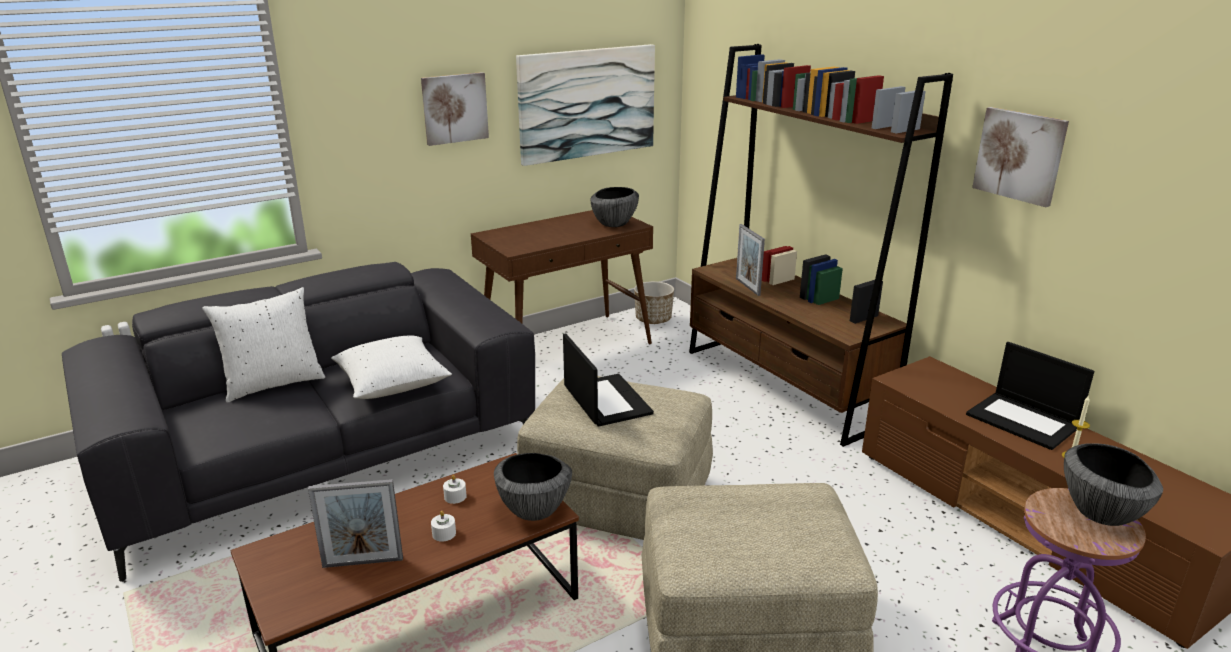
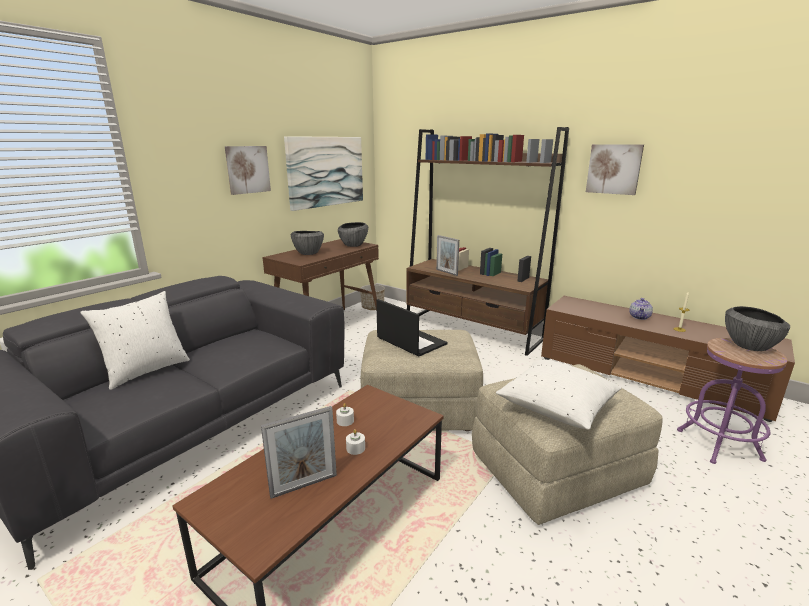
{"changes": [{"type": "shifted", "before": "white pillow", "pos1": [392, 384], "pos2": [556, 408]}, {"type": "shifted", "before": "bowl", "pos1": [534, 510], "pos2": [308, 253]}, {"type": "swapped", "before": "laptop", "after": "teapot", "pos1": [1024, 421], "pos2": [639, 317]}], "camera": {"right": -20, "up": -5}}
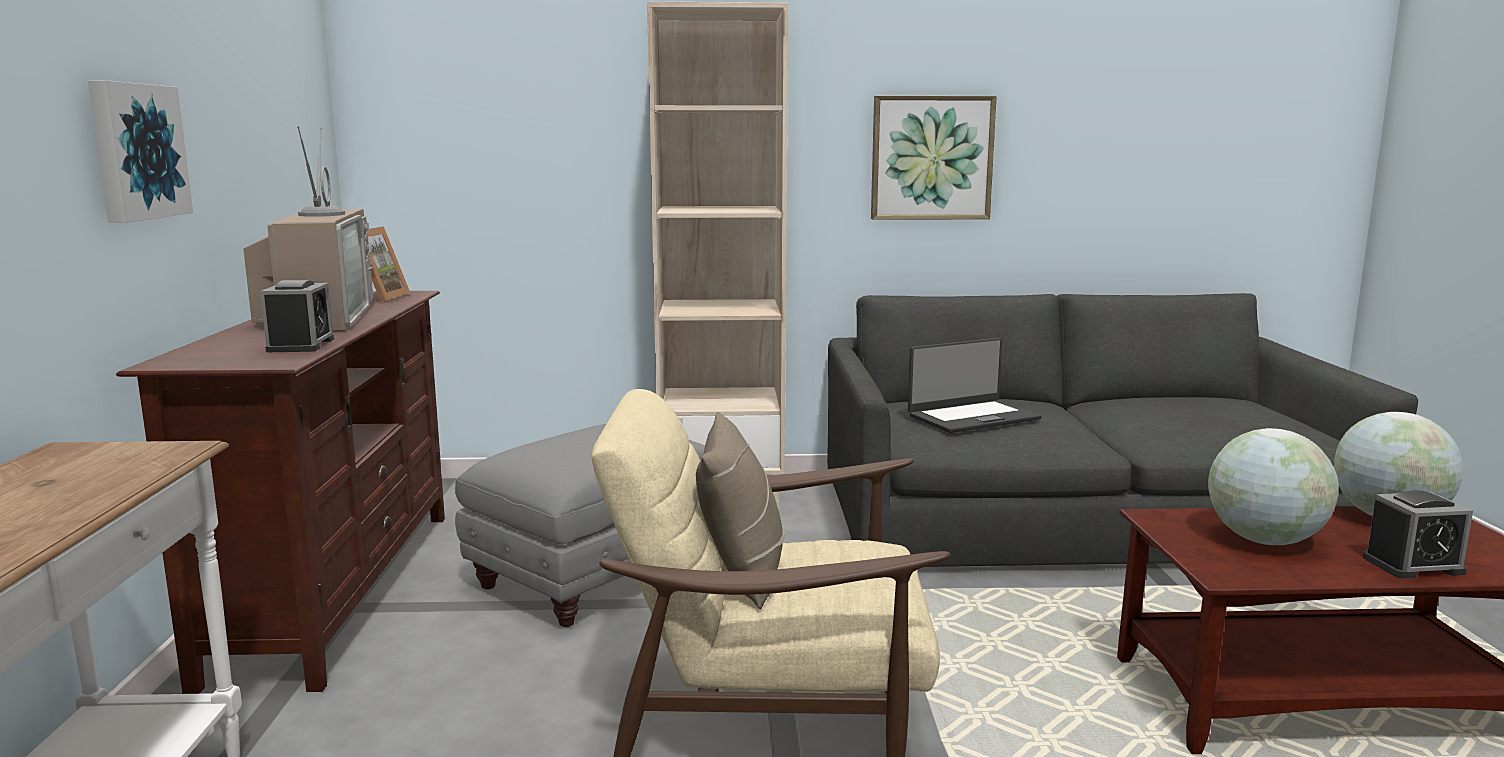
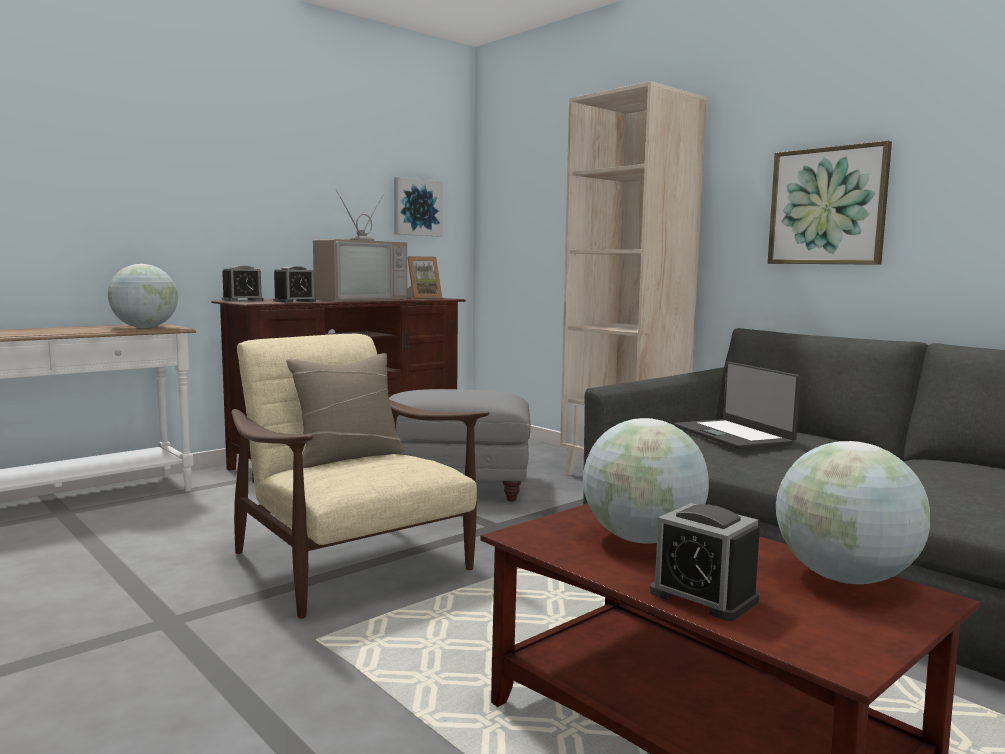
{"changes": [{"type": "shifted", "before": "picture", "pos1": [136, 151], "pos2": [416, 207]}, {"type": "rotated", "before": "laptop", "pos1": [972, 417], "pos2": [733, 435], "turn": 45}, {"type": "new", "after": "globe", "pos2": [144, 328]}, {"type": "new", "after": "alarm clock", "pos2": [242, 300]}], "camera": {"right": 50, "up": -5}}
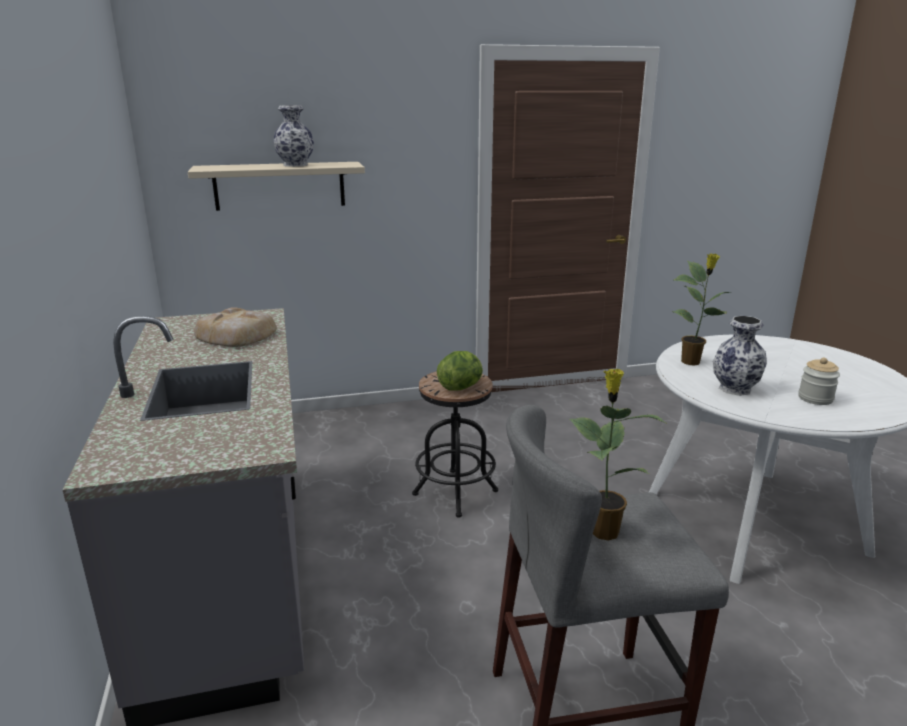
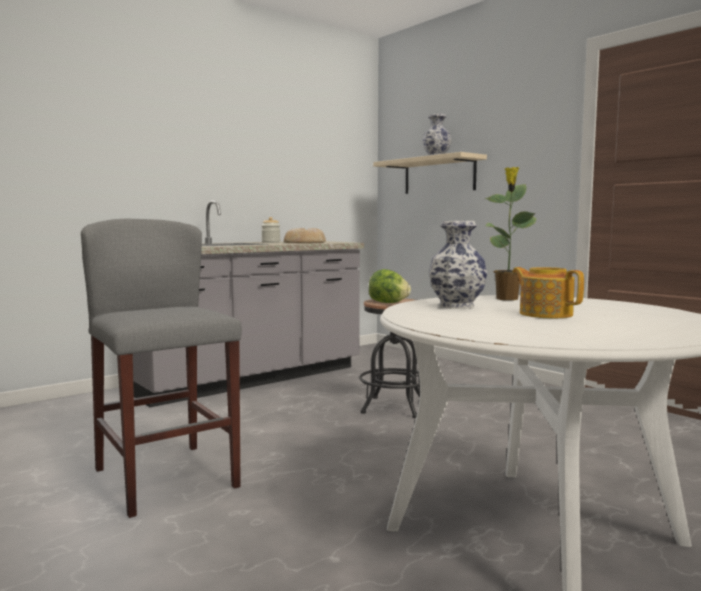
{"changes": [{"type": "gone", "before": "potted plant", "pos1": [603, 530]}, {"type": "shifted", "before": "jar", "pos1": [815, 398], "pos2": [271, 242]}, {"type": "new", "after": "teapot", "pos2": [545, 314]}], "camera": {"right": 65, "up": -15}}
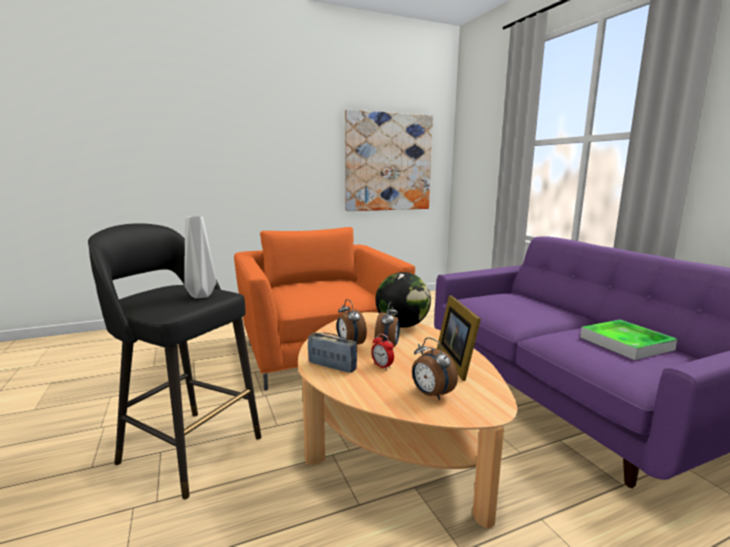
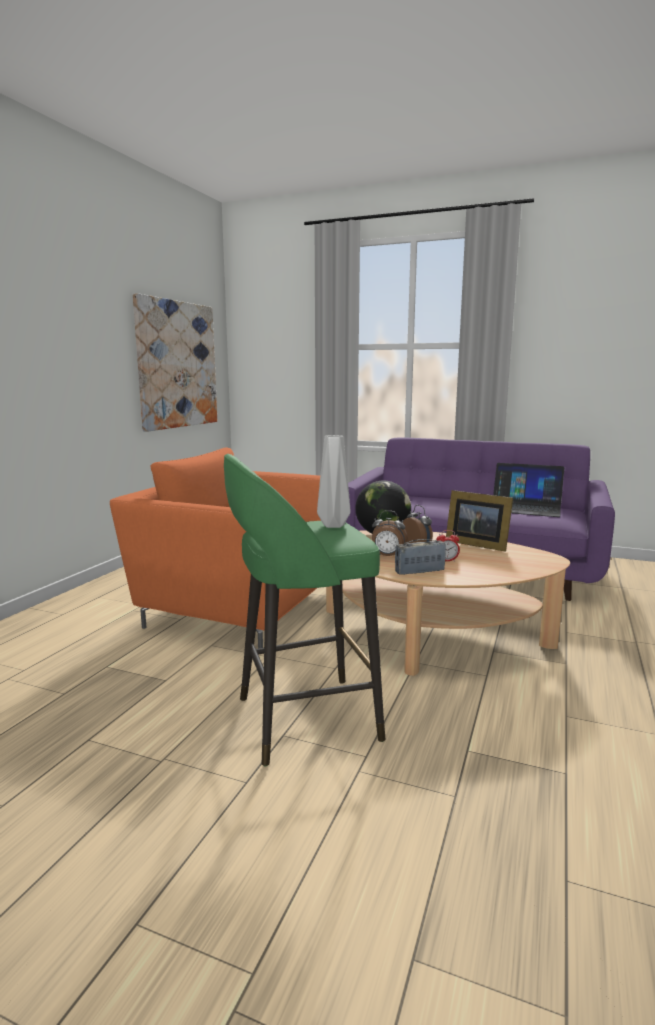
{"changes": [{"type": "repainted", "before": "black stool", "after": "green stool", "pos1": [188, 449], "pos2": [303, 719]}, {"type": "gone", "before": "alarm clock", "pos1": [431, 394]}, {"type": "swapped", "before": "tray", "after": "laptop", "pos1": [626, 343], "pos2": [525, 507]}], "camera": {"right": -45, "up": 0}}
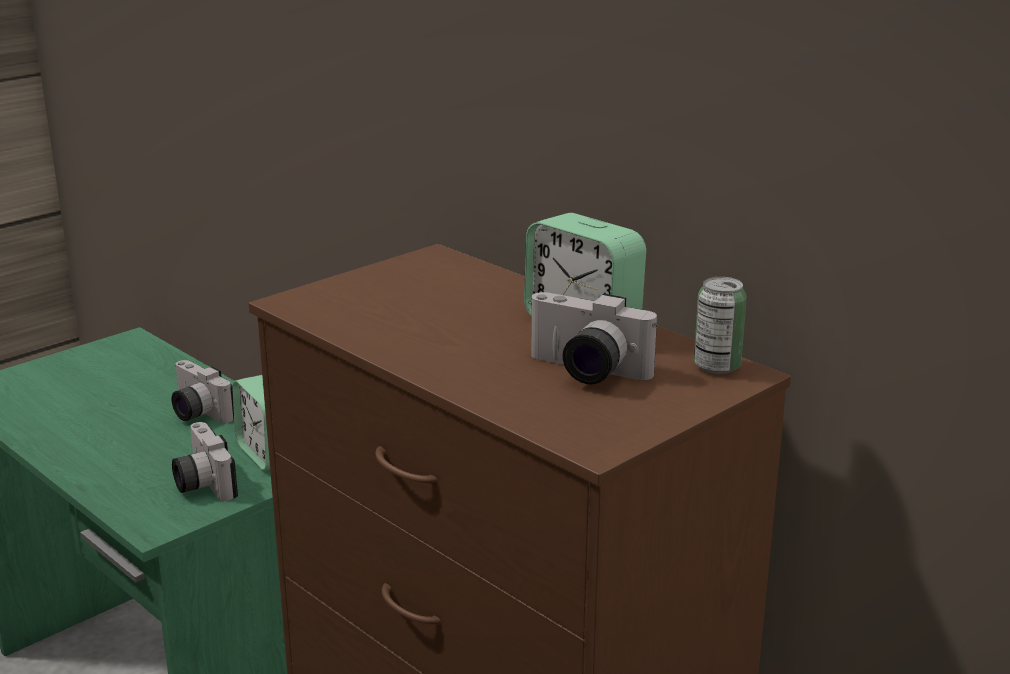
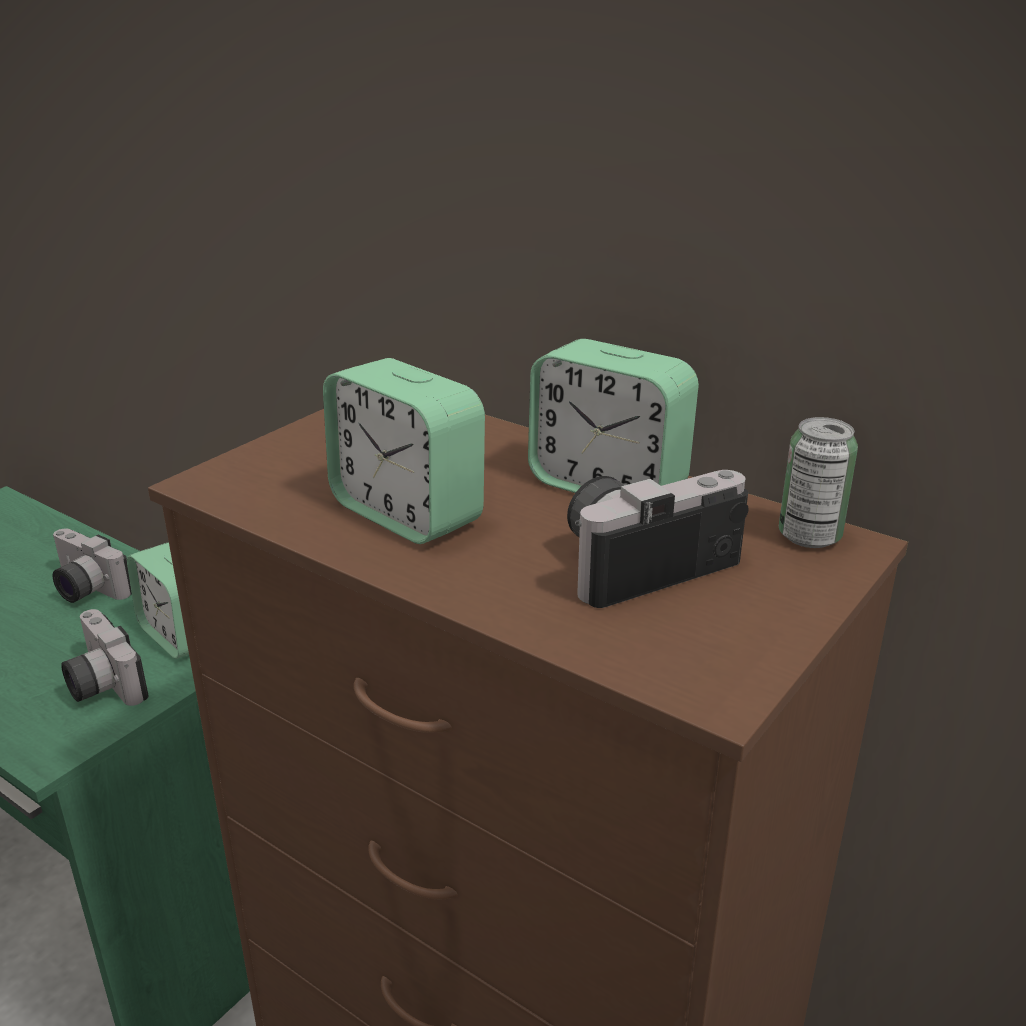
{"changes": [{"type": "rotated", "before": "photo camera", "pos1": [583, 372], "pos2": [642, 562], "turn": 135}, {"type": "new", "after": "alarm clock", "pos2": [407, 513]}], "camera": {"right": -10, "up": 5}}
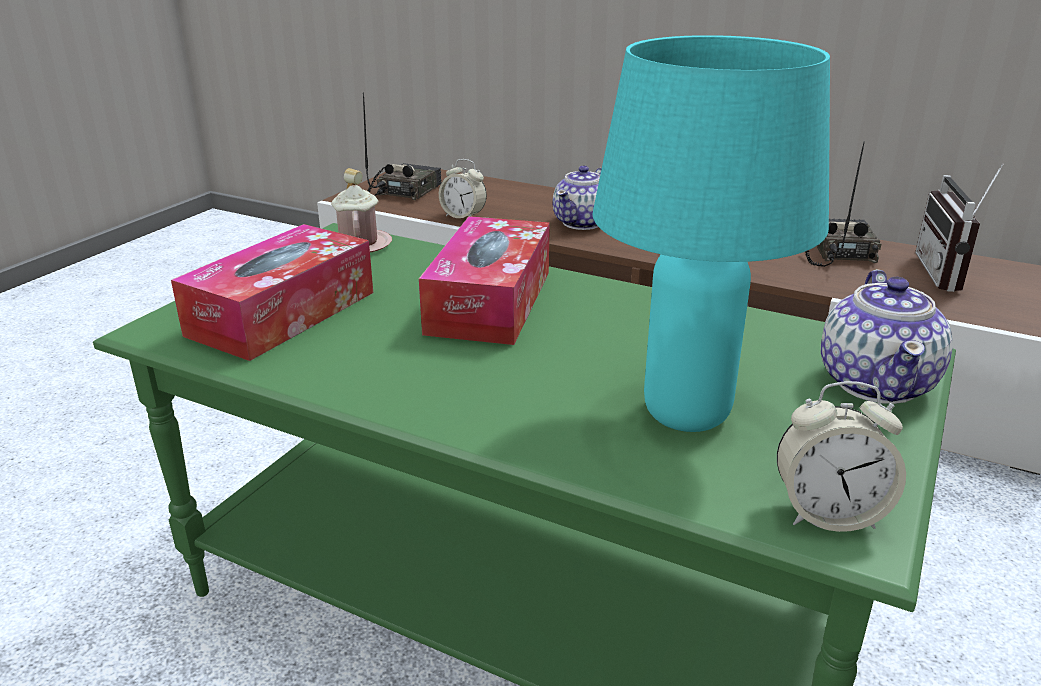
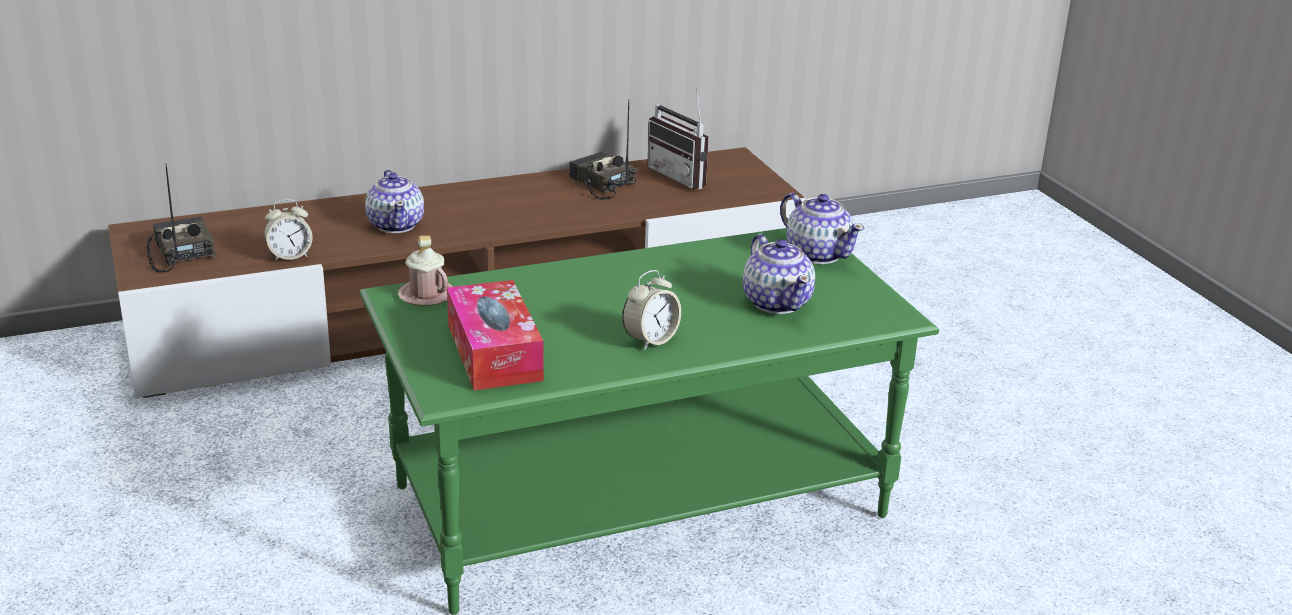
{"changes": [{"type": "gone", "before": "tissue box", "pos1": [490, 301]}, {"type": "swapped", "before": "turquoise table lamp", "after": "teapot", "pos1": [689, 413], "pos2": [777, 302]}, {"type": "shifted", "before": "alarm clock", "pos1": [828, 514], "pos2": [650, 340]}], "camera": {"right": -50, "up": 0}}
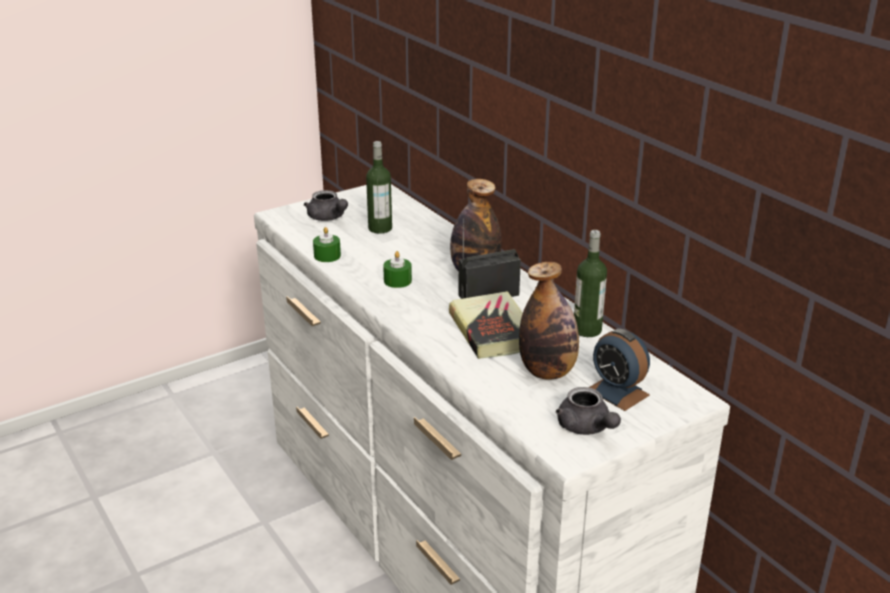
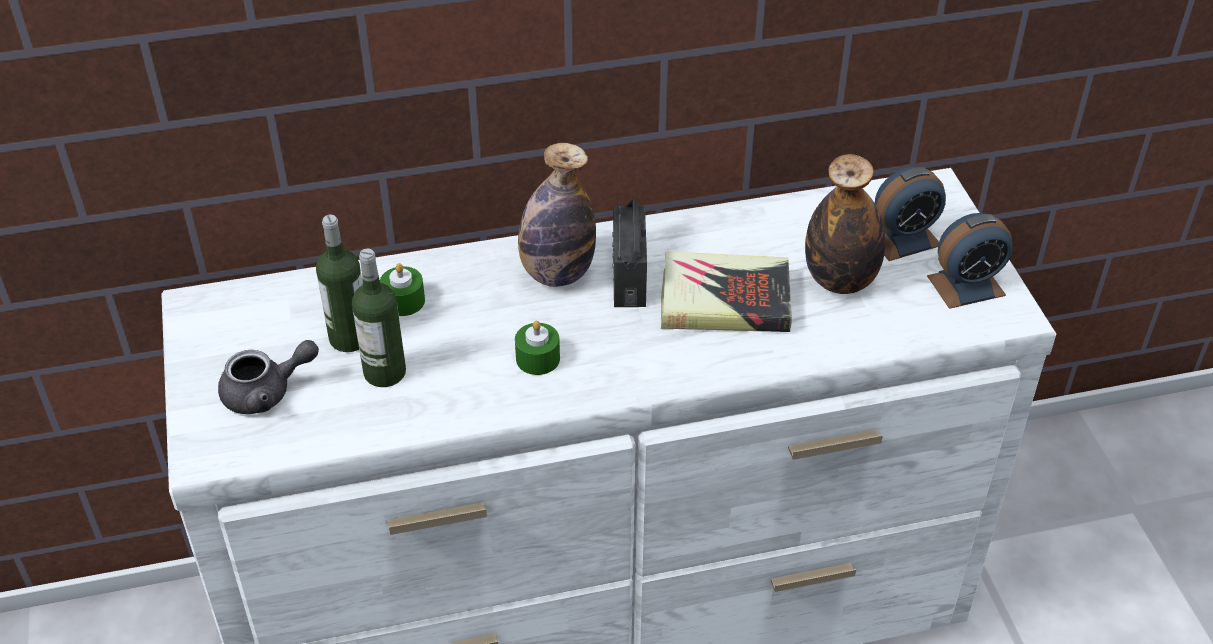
{"changes": [{"type": "shifted", "before": "green candle", "pos1": [327, 256], "pos2": [403, 301]}, {"type": "swapped", "before": "grey teapot", "after": "alarm clock", "pos1": [586, 428], "pos2": [966, 285]}, {"type": "shifted", "before": "bottle", "pos1": [587, 330], "pos2": [385, 372]}], "camera": {"right": -70, "up": 15}}
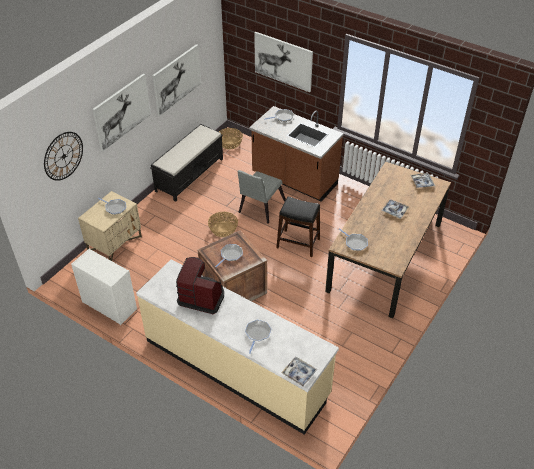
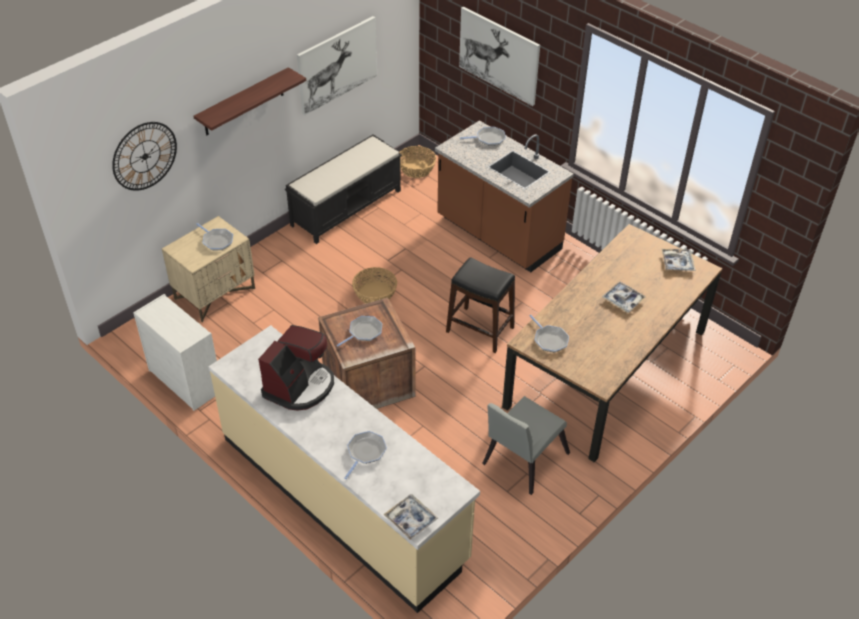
{"changes": [{"type": "swapped", "before": "picture", "after": "shelf", "pos1": [122, 111], "pos2": [243, 102]}, {"type": "rotated", "before": "coffee machine", "pos1": [202, 297], "pos2": [300, 386], "turn": 90}, {"type": "shifted", "before": "grey chair", "pos1": [260, 208], "pos2": [521, 461]}], "camera": {"right": 10, "up": 0}}
